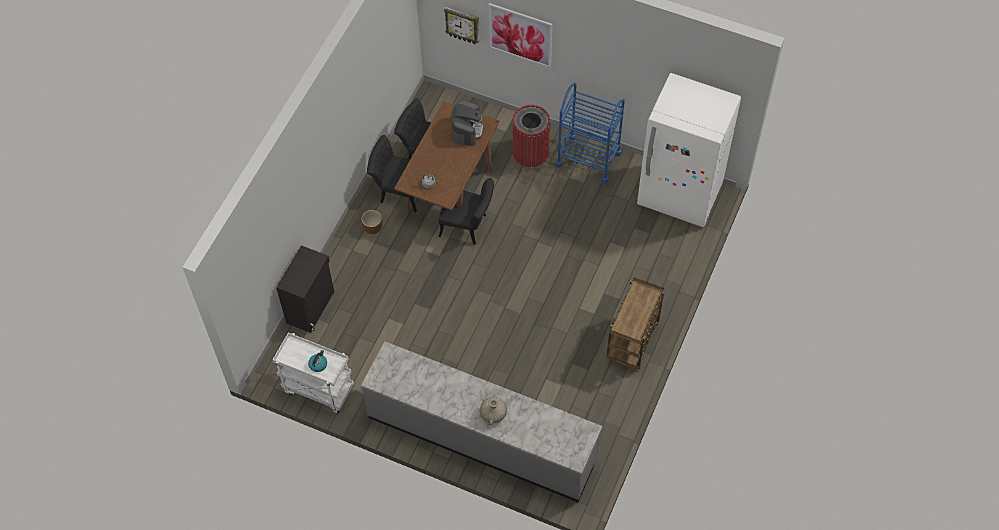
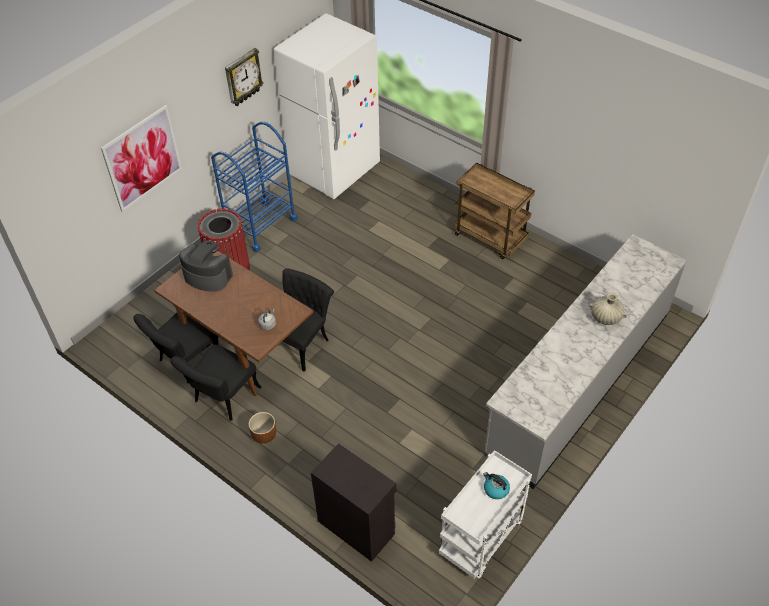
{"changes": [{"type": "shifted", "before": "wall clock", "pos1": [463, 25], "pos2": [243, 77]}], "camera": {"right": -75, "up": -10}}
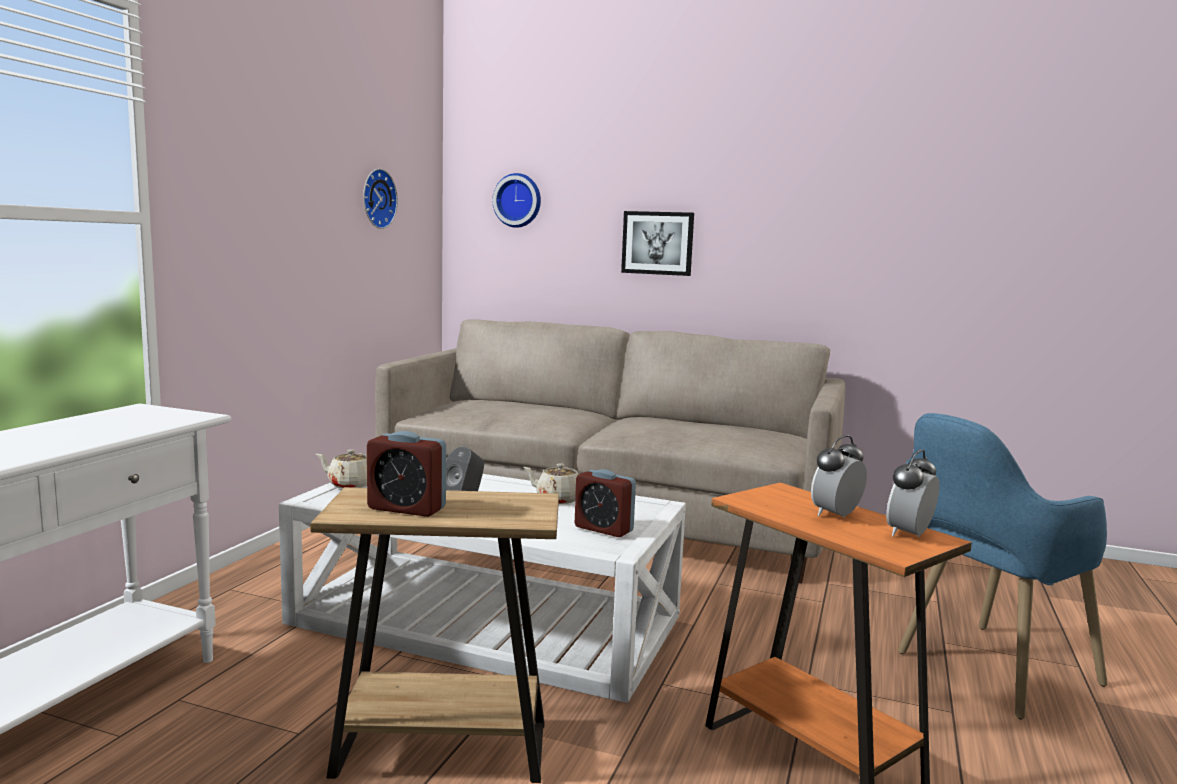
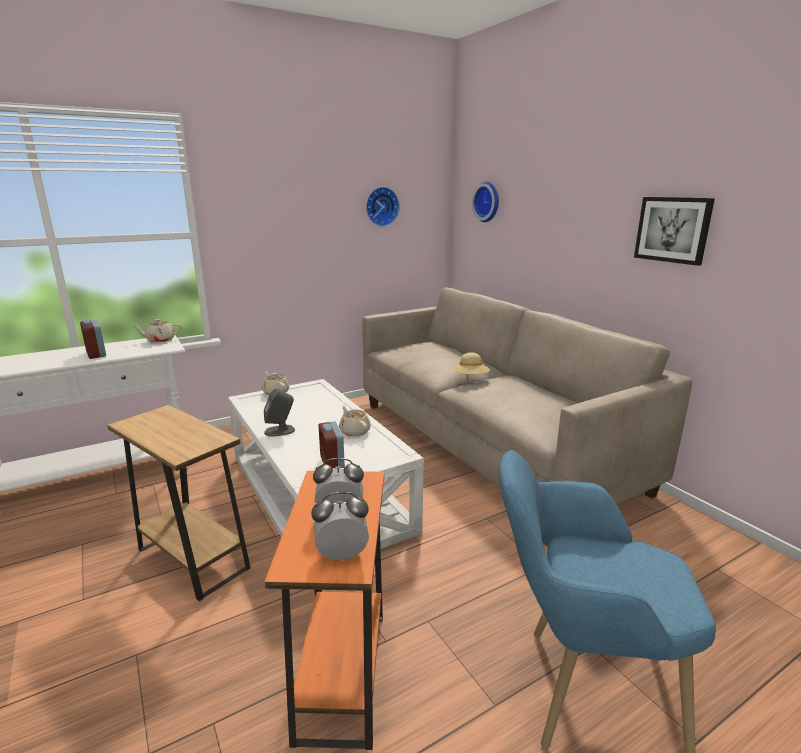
{"changes": [{"type": "shifted", "before": "alarm clock", "pos1": [407, 508], "pos2": [96, 354]}, {"type": "shifted", "before": "picture", "pos1": [657, 243], "pos2": [673, 229]}, {"type": "new", "after": "beige teapot", "pos2": [160, 340]}, {"type": "new", "after": "beige hat", "pos2": [471, 378]}], "camera": {"right": 40, "up": 10}}
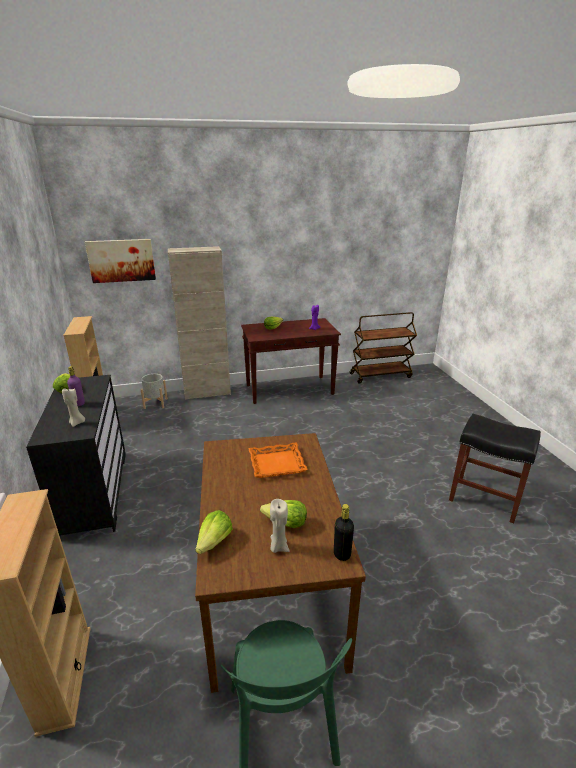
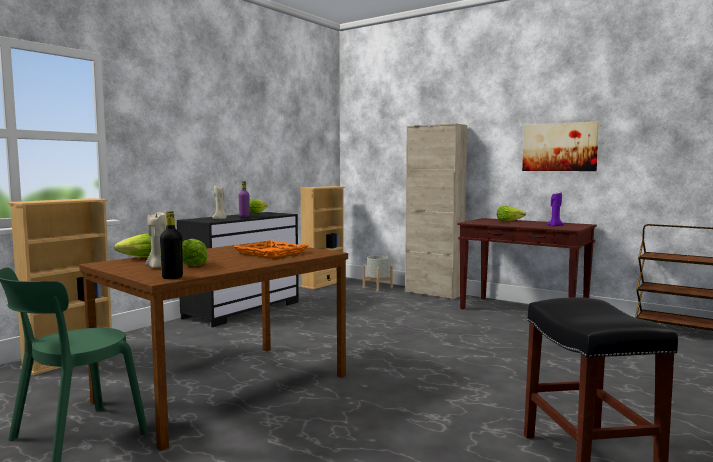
{"changes": [{"type": "shifted", "before": "picture", "pos1": [121, 260], "pos2": [559, 147]}], "camera": {"right": 50, "up": -20}}
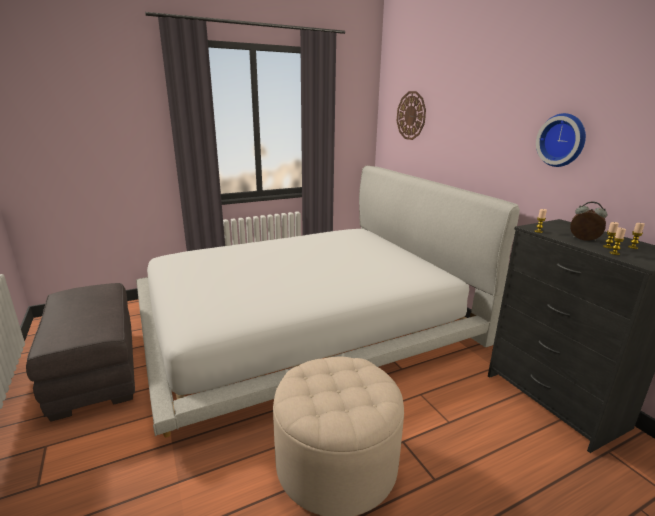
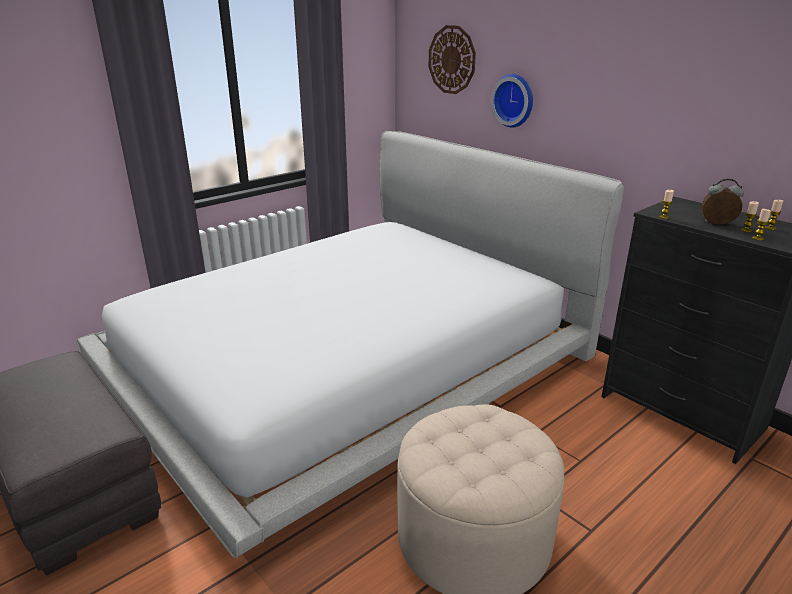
{"changes": [{"type": "shifted", "before": "wall clock", "pos1": [562, 140], "pos2": [514, 100]}], "camera": {"right": -15, "up": 5}}
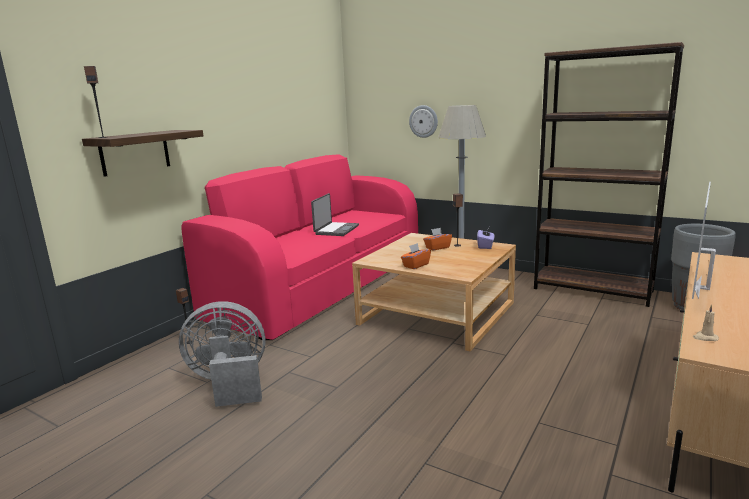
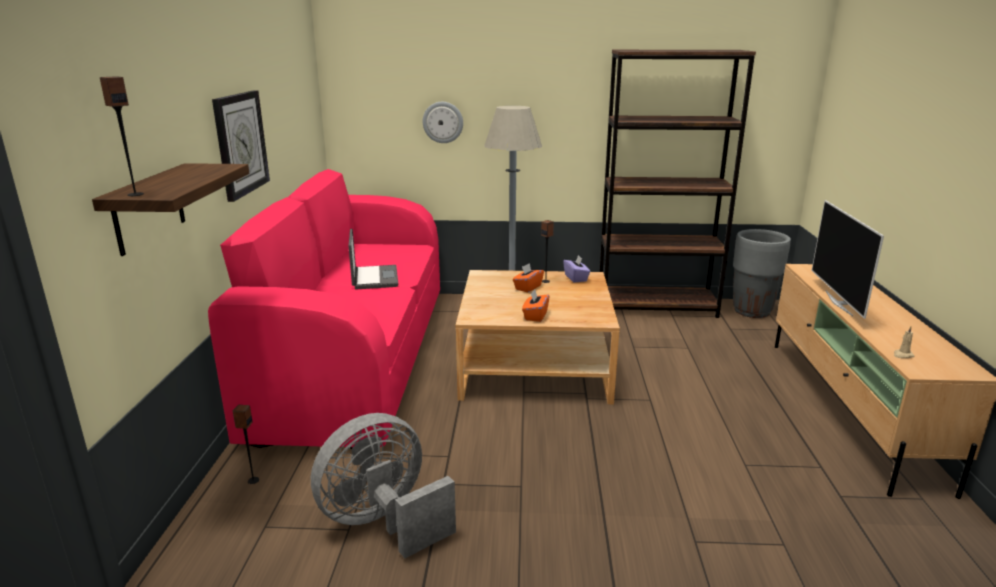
{"changes": [{"type": "new", "after": "wall clock", "pos2": [240, 143]}], "camera": {"right": -30, "up": 5}}
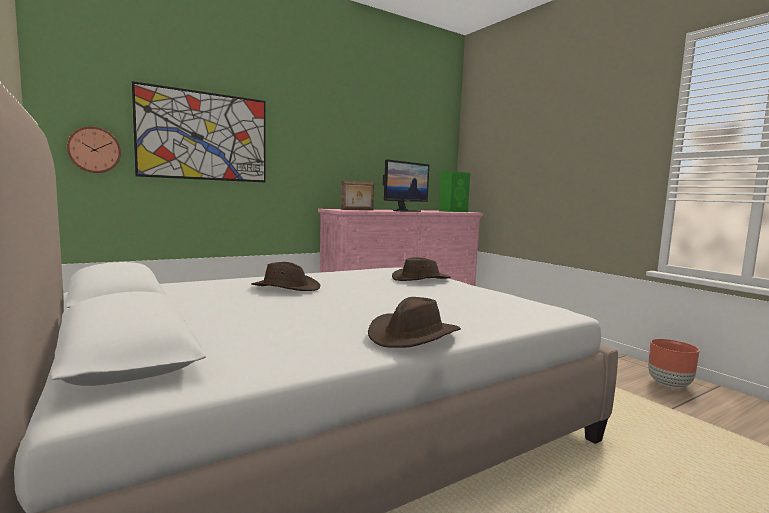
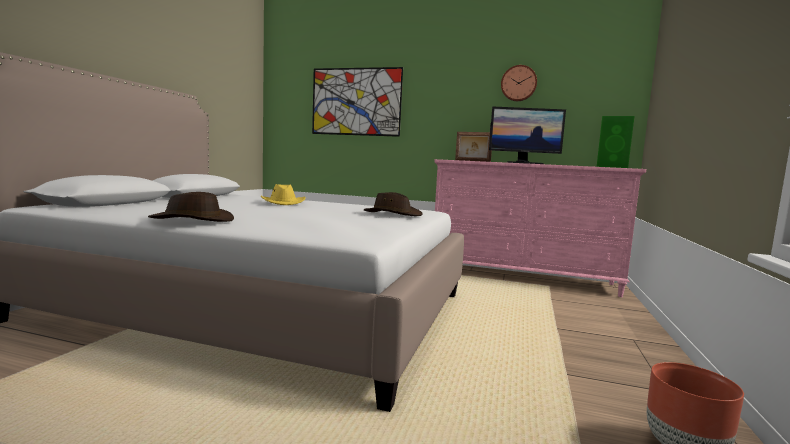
{"changes": [{"type": "shifted", "before": "wall clock", "pos1": [94, 150], "pos2": [518, 83]}, {"type": "repainted", "before": "brown hat", "after": "yellow hat", "pos1": [286, 287], "pos2": [283, 203]}], "camera": {"right": 50, "up": 0}}
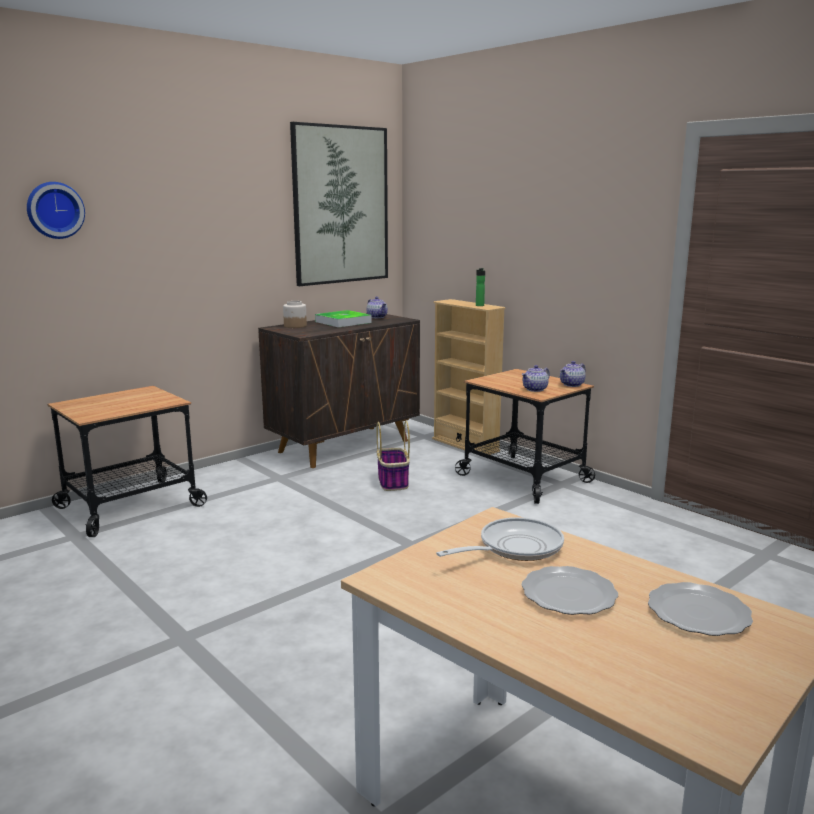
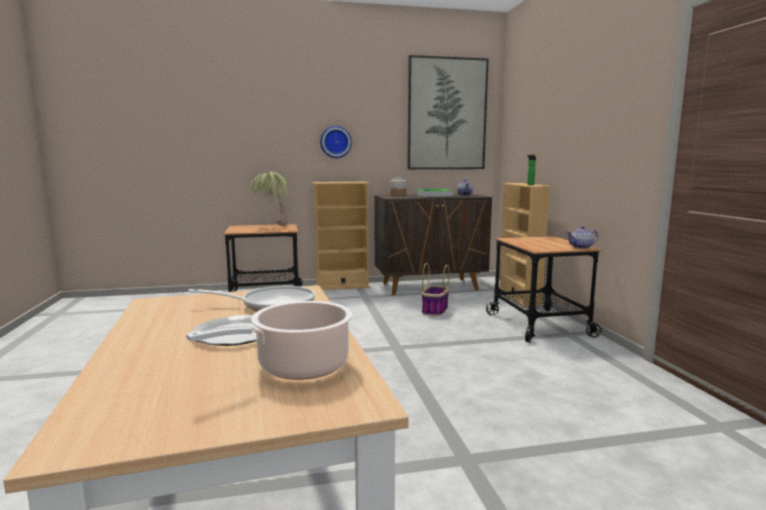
{"changes": [{"type": "shifted", "before": "wall clock", "pos1": [54, 210], "pos2": [335, 142]}, {"type": "gone", "before": "teapot", "pos1": [535, 389]}, {"type": "swapped", "before": "plate", "after": "cooking pot", "pos1": [697, 613], "pos2": [297, 367]}, {"type": "new", "after": "potted plant", "pos2": [272, 226]}, {"type": "new", "after": "beige bookcase", "pos2": [342, 286]}], "camera": {"right": 30, "up": -5}}
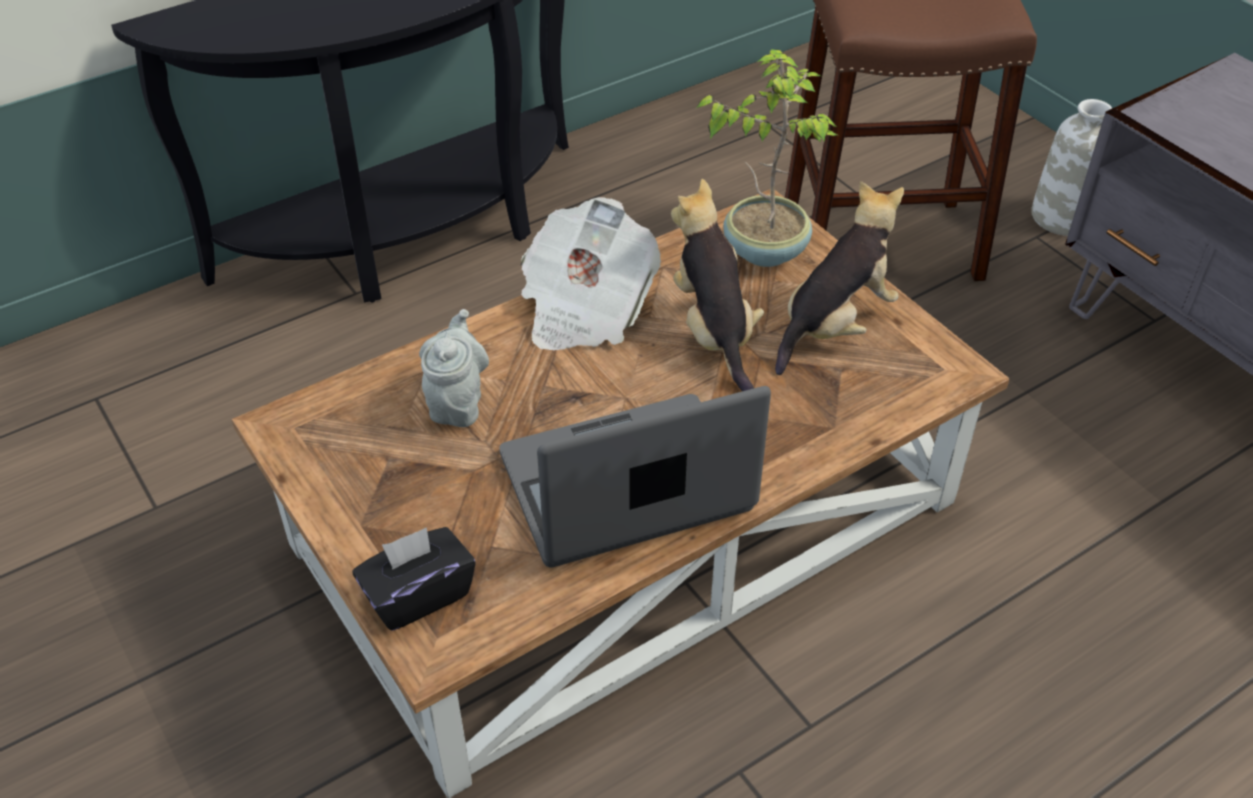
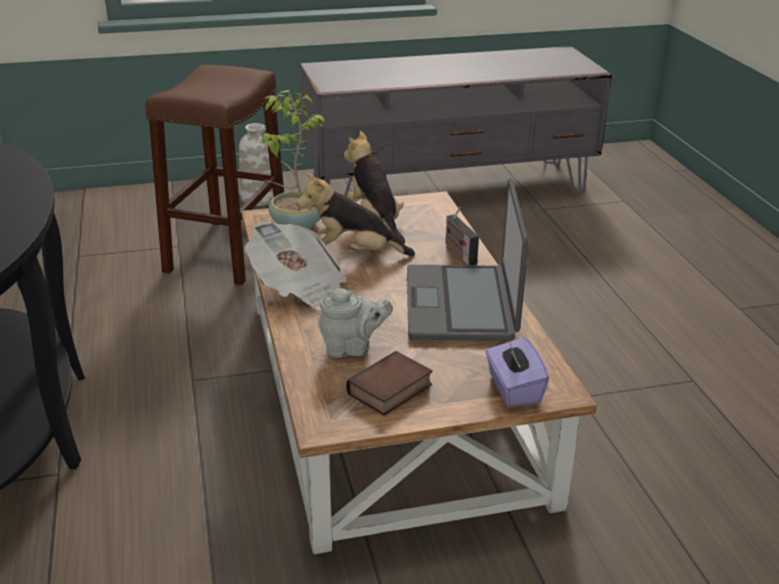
{"changes": [{"type": "repainted", "before": "black tissue box", "after": "purple tissue box", "pos1": [418, 595], "pos2": [513, 389]}, {"type": "rotated", "before": "grey teapot", "pos1": [457, 402], "pos2": [352, 348], "turn": 150}, {"type": "new", "after": "book", "pos2": [390, 391]}, {"type": "new", "after": "radio", "pos2": [458, 252]}], "camera": {"right": -70, "up": -15}}
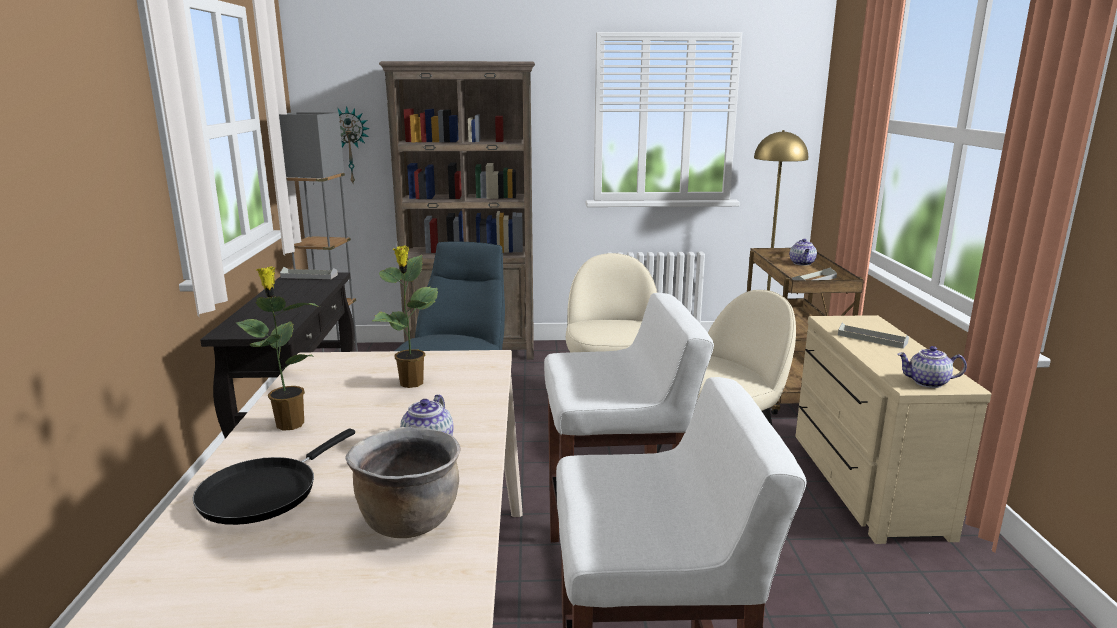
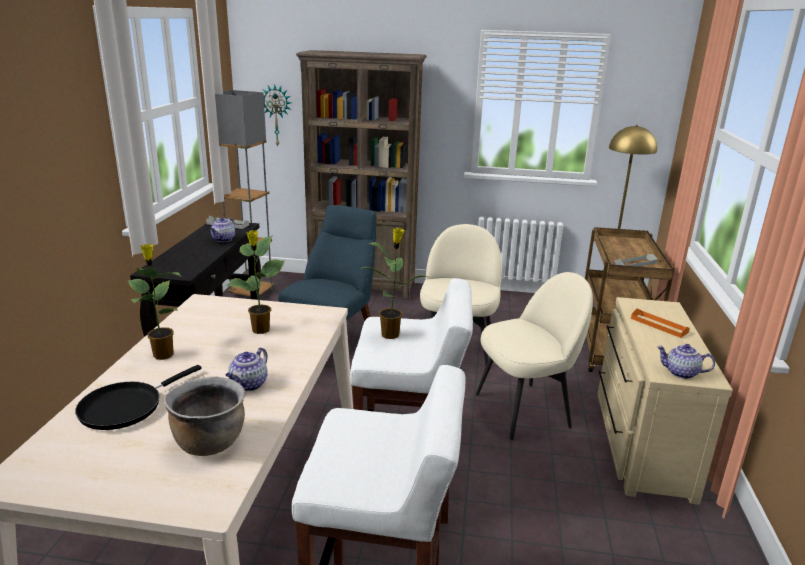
{"changes": [{"type": "shifted", "before": "teapot", "pos1": [802, 263], "pos2": [223, 239]}, {"type": "repainted", "before": "grey tray", "after": "orange tray", "pos1": [872, 339], "pos2": [659, 325]}, {"type": "new", "after": "potted plant", "pos2": [391, 334]}], "camera": {"right": 10, "up": 5}}
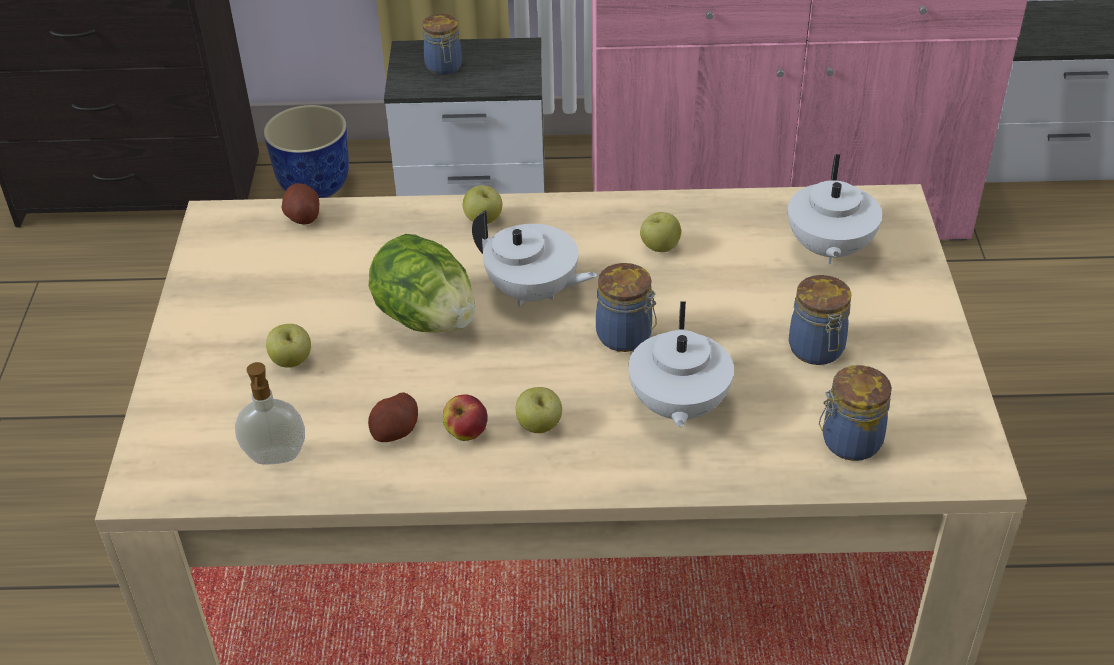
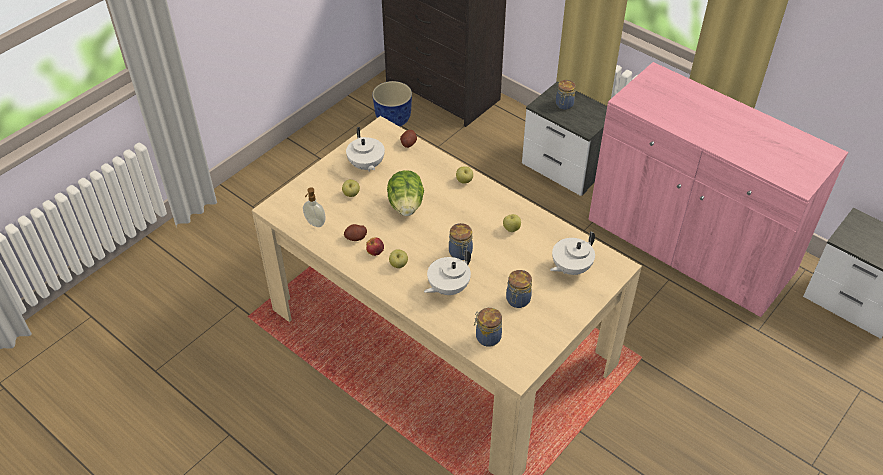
{"changes": [{"type": "shifted", "before": "planter", "pos1": [313, 187], "pos2": [393, 120]}, {"type": "shifted", "before": "white teapot", "pos1": [533, 292], "pos2": [366, 165]}], "camera": {"right": 40, "up": 5}}
